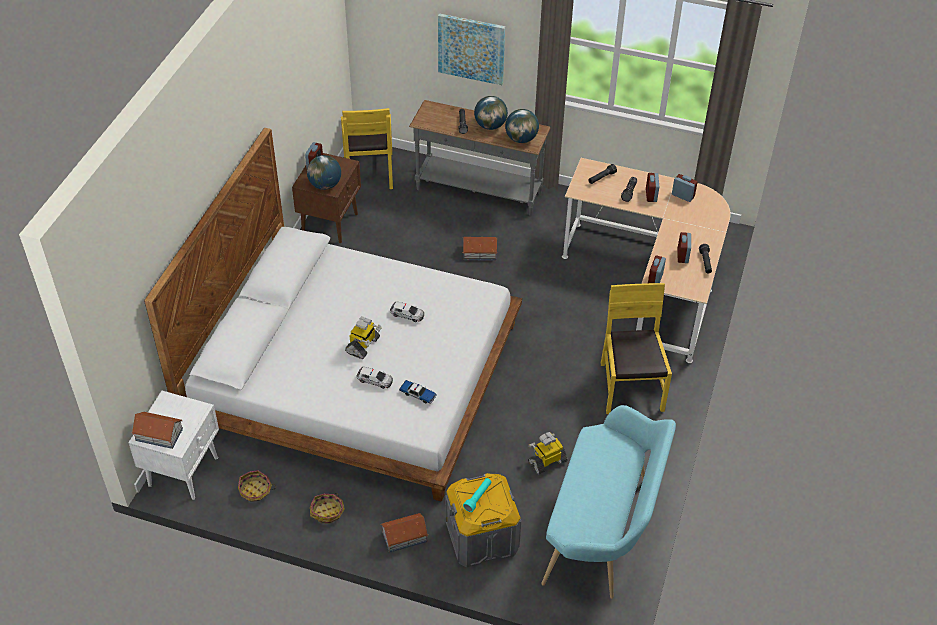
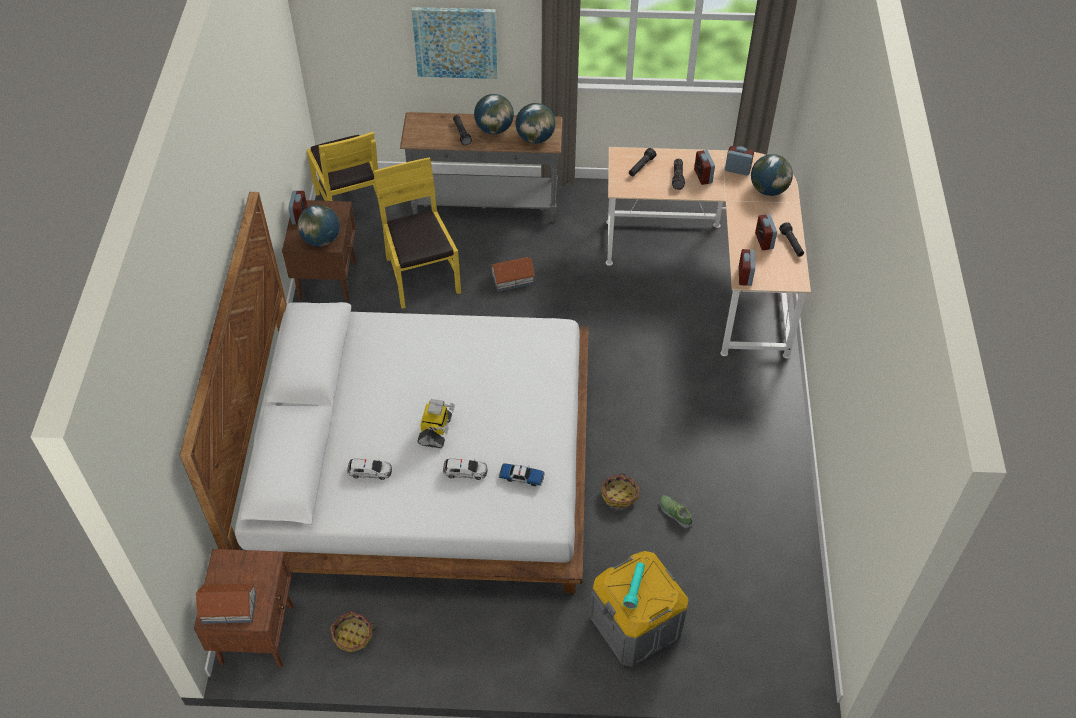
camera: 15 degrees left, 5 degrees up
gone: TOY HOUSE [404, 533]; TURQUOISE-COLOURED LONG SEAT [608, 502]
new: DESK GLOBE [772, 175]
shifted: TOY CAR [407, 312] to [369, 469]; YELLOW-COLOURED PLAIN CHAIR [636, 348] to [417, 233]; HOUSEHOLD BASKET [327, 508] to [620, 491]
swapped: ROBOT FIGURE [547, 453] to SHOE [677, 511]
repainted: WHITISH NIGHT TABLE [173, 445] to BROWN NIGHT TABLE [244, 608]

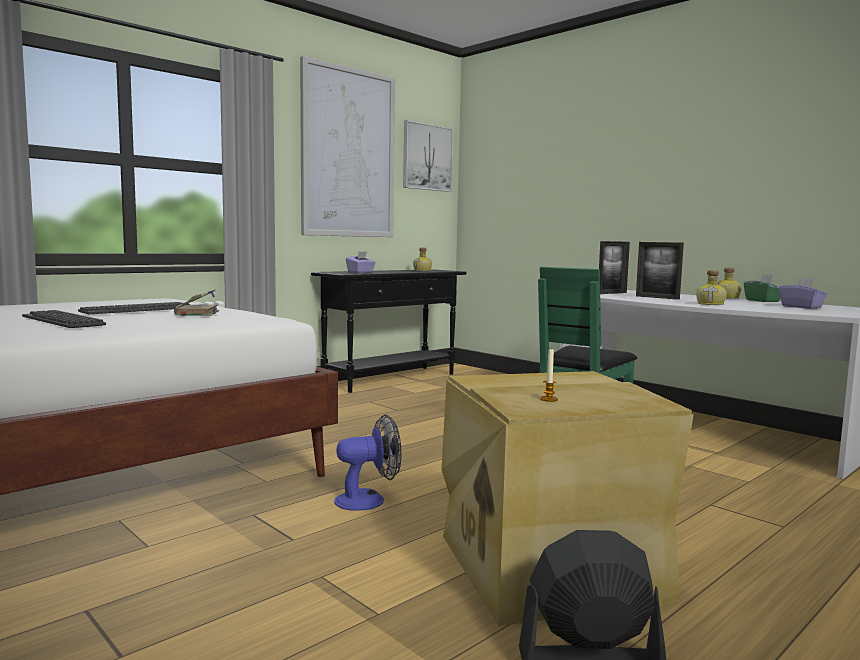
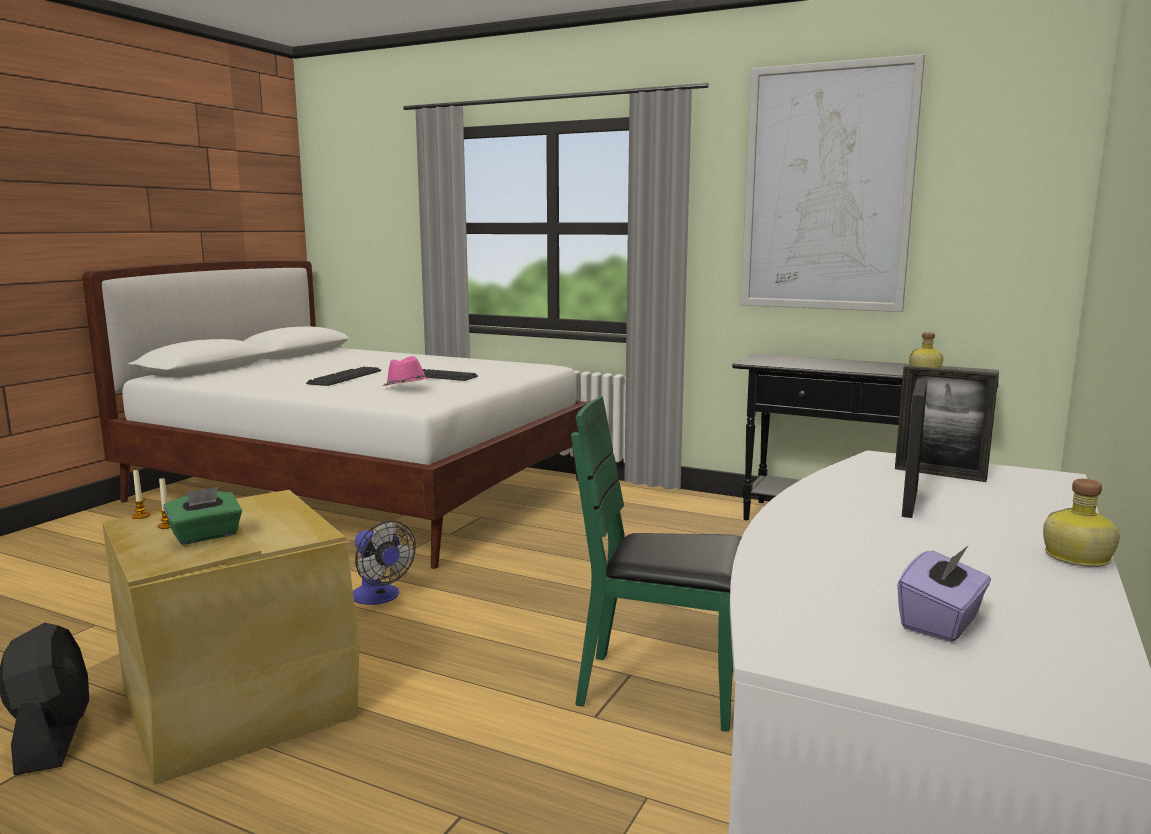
camera: 70 degrees right, 5 degrees up
gone: PURPLISH TISSUE HOLDER [361, 262]; PICTURE [428, 156]; BOTTLE [711, 287]
new: CANDLE [141, 494]
shifted: GREENISH TISSUE HOLDER [762, 288] to [202, 516]
swapped: VOLUME [196, 303] to PINK HAT [406, 371]

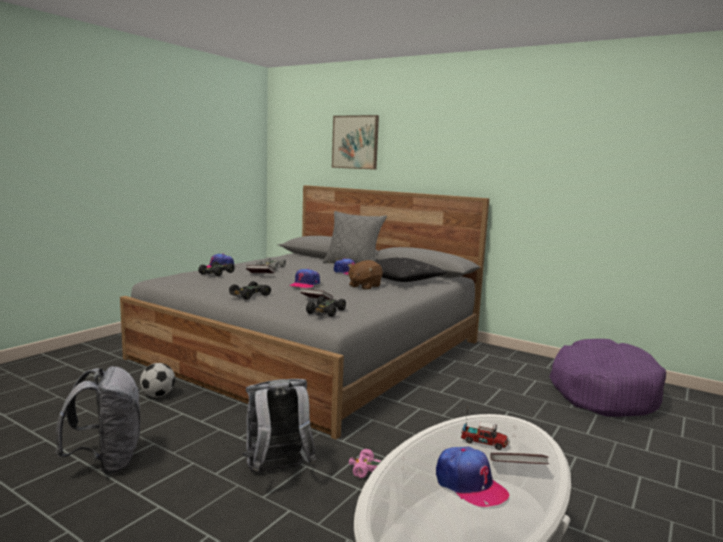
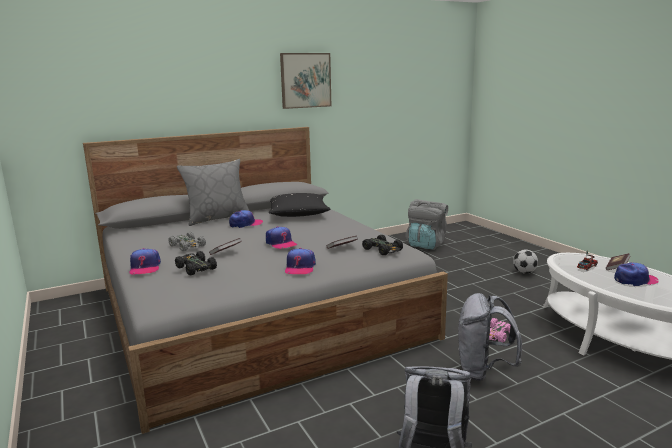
camera: 60 degrees left, 5 degrees up
gone: BROWN CUDDLY TOY [365, 275]
shifted: PICTURE [355, 142] to [305, 81]; FOOTBALL BALL [157, 380] to [525, 262]
swapped: BLACK-COLOURED TOY CAR [250, 290] to CAP [300, 261]; PURPLISH DOG CUSHION [607, 378] to GREYISH BACKPACK [427, 224]

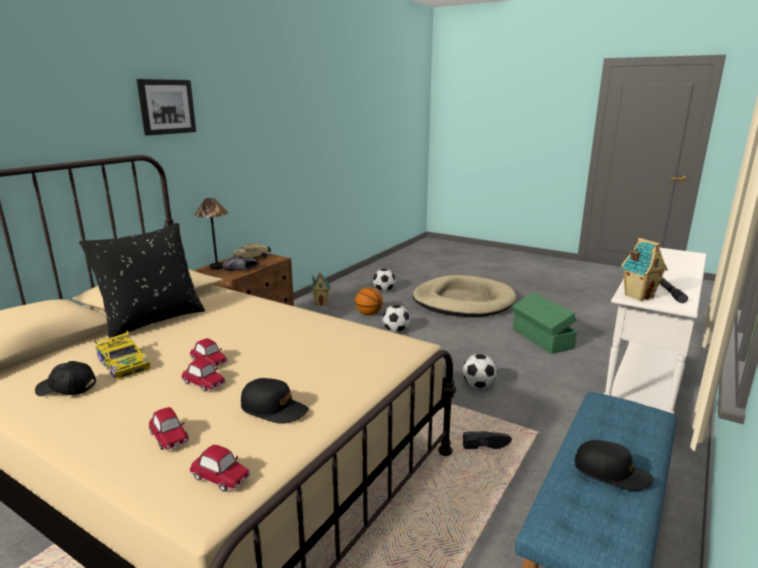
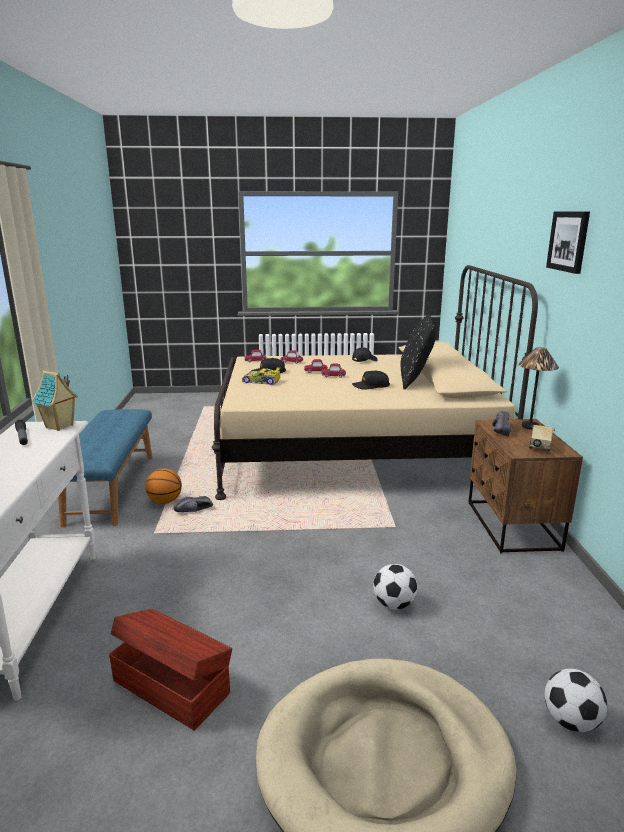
camera: 145 degrees right, 0 degrees up
gone: TOY HOUSE [321, 288]; FOOTBALL BALL [479, 371]
shifted: BASKETBALL [369, 301] to [163, 486]; TOY CAR [122, 355] to [261, 376]; BLACK-COLOURED CAP [614, 465] to [371, 380]
repainted: GREENISH STORAGE CONTAINER [544, 323] to BROWN STORAGE CONTAINER [170, 669]

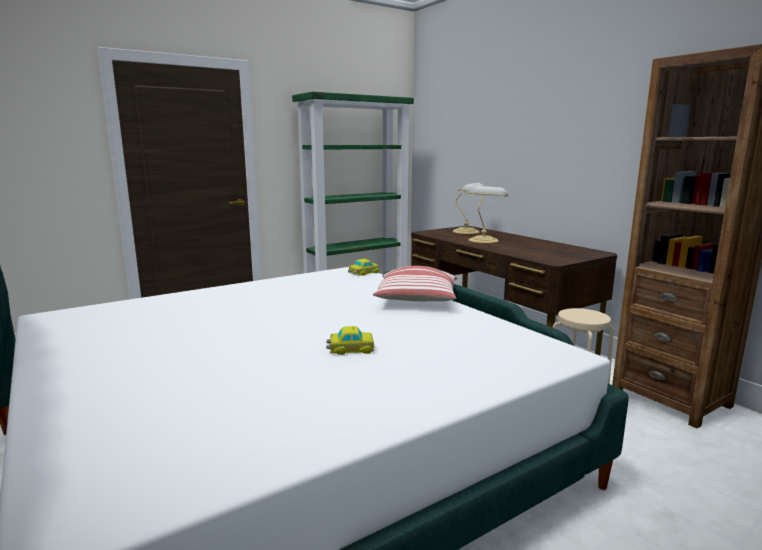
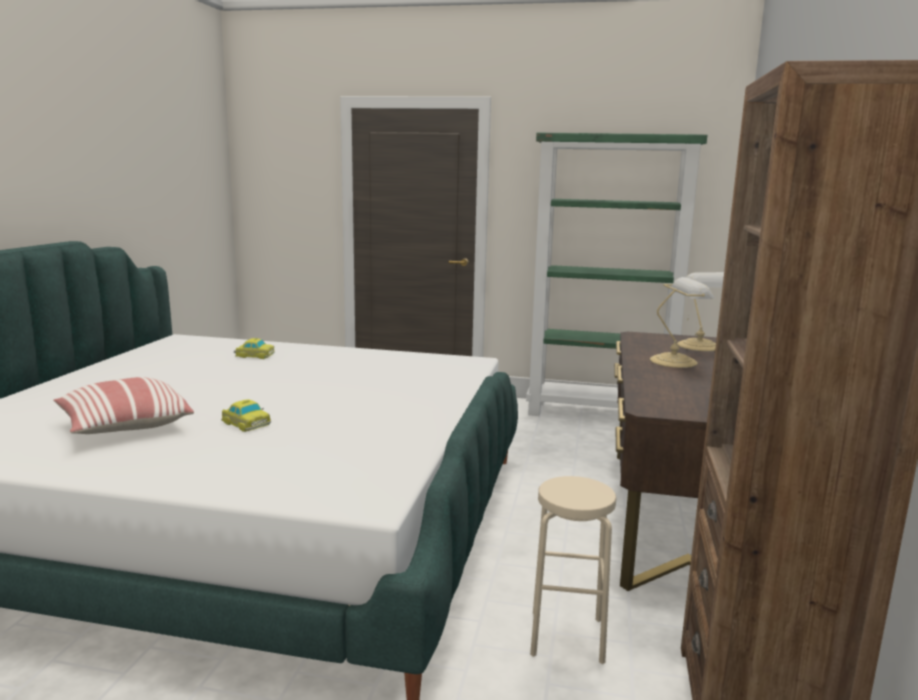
camera: 45 degrees right, 0 degrees up
shifted: PILLOW [415, 283] to [123, 405]; TOY CAR [364, 267] to [254, 348]

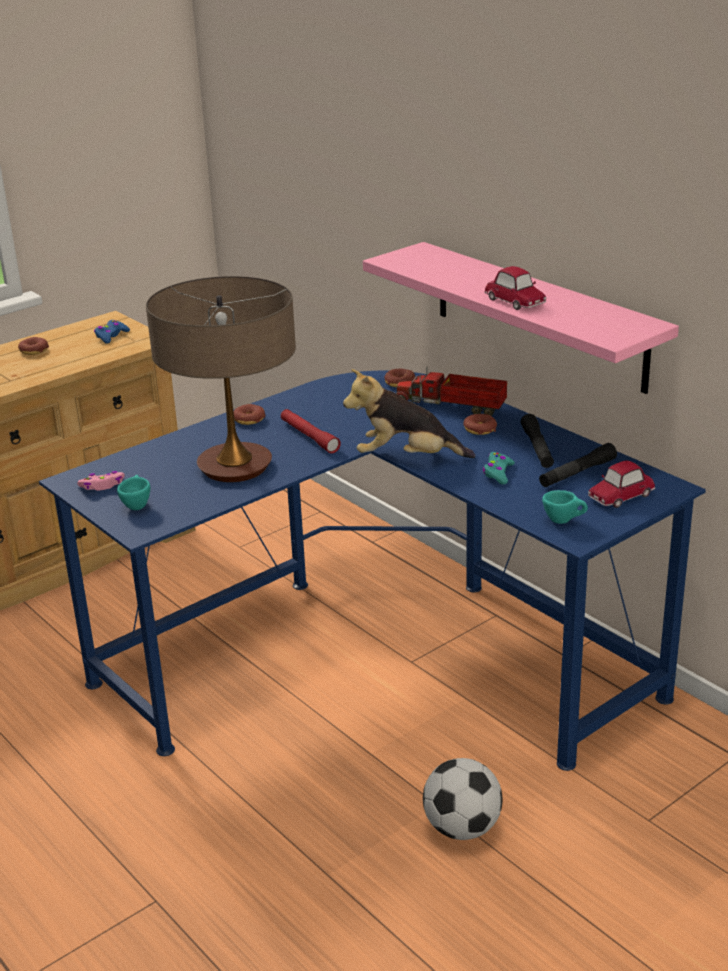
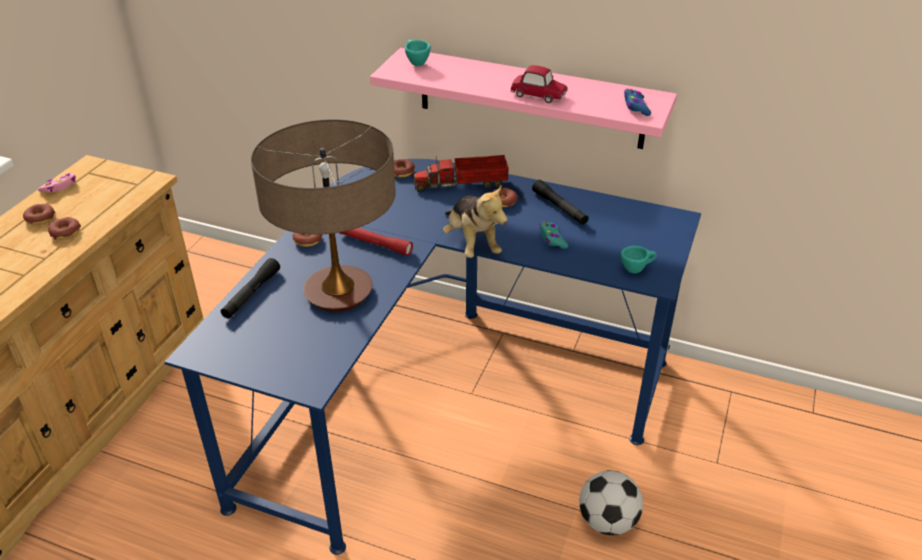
camera: 30 degrees left, 10 degrees up
gone: TOY CAR [621, 484]
new: RING DOUGHNUT [64, 228]
shifted: PINK GAMEPAD [101, 481] to [57, 183]; BLACK-COLOURED HAND TORCH [578, 465] to [250, 288]; TURQUOISE-COLOURED CUP [133, 492] to [418, 53]; BLUE GAMEPAD [112, 332] to [637, 102]
rotated: CUDDLY TOY [409, 413] = [475, 221] 90 degrees counterclockwise

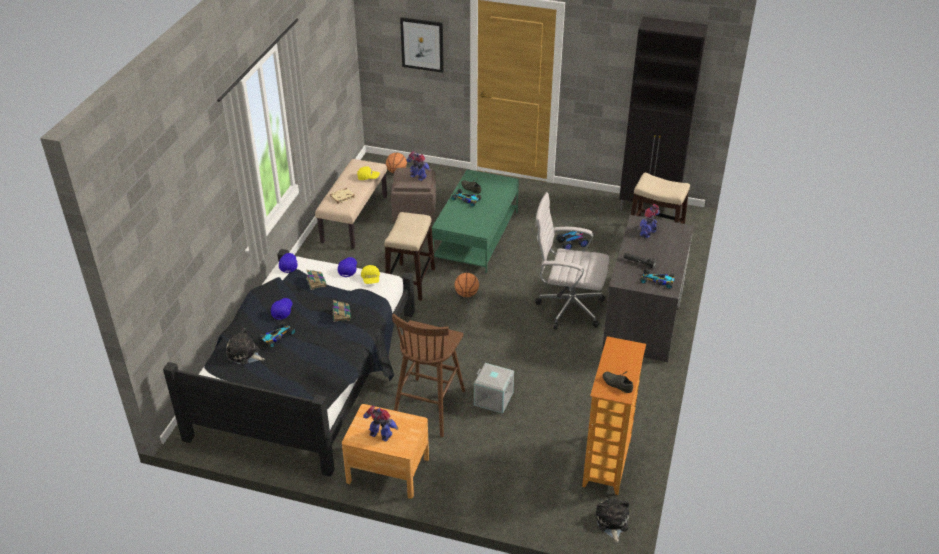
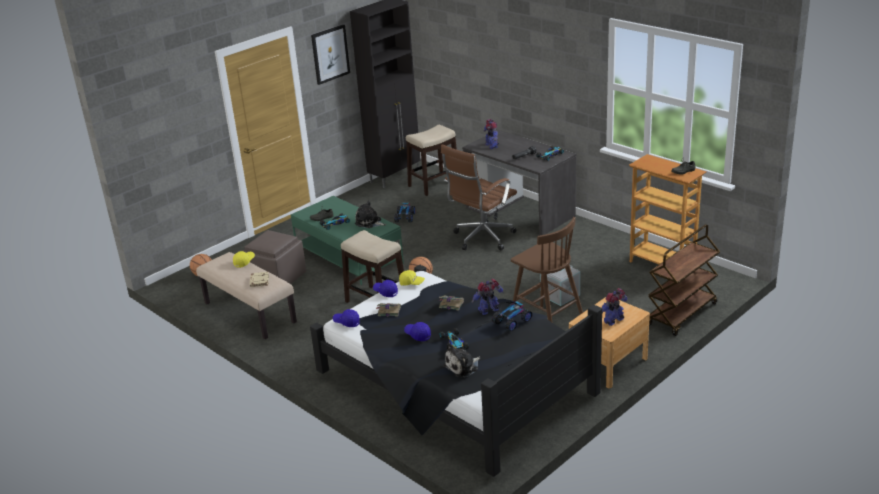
camera: 60 degrees left, 10 degrees down
new: TOY CAR [512, 316]; BROWN TROLLEY [684, 280]
shifted: PICTURE [422, 45] to [330, 54]; CUDDLY TOY [612, 521] to [370, 214]; ROBOT FIGURE [419, 166] to [488, 297]
repainted: WHITISH COMPUTER CHAIR [572, 261] to BROWN COMPUTER CHAIR [479, 197]

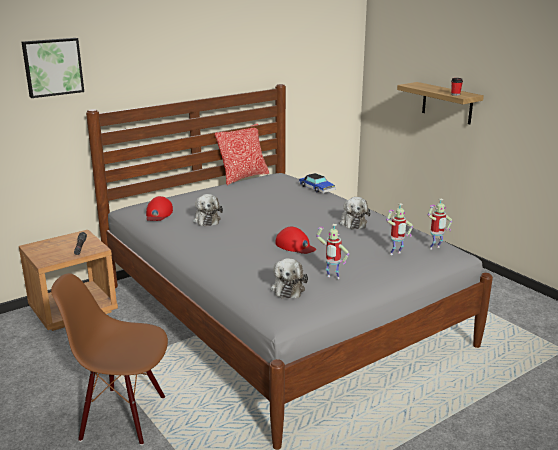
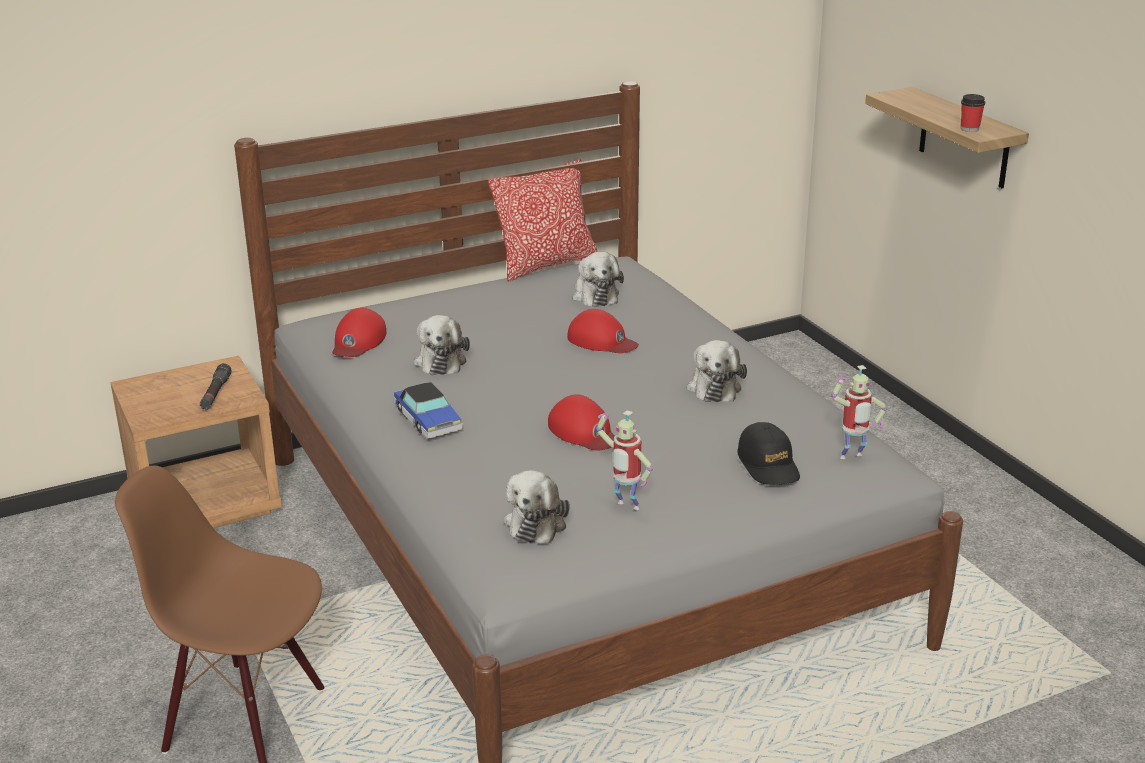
camera: 10 degrees right, 5 degrees up
gone: PICTURE [52, 68]
new: RED CAP [603, 331]; CUDDLY TOY [598, 279]
shifted: TOY CAR [317, 183] to [428, 410]
swapped: ROBOT FIGURE [399, 229] to BLACK-COLOURED CAP [768, 453]

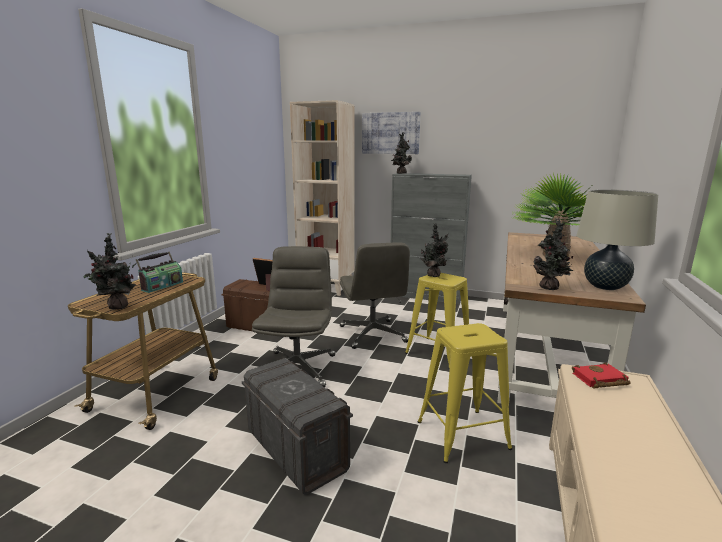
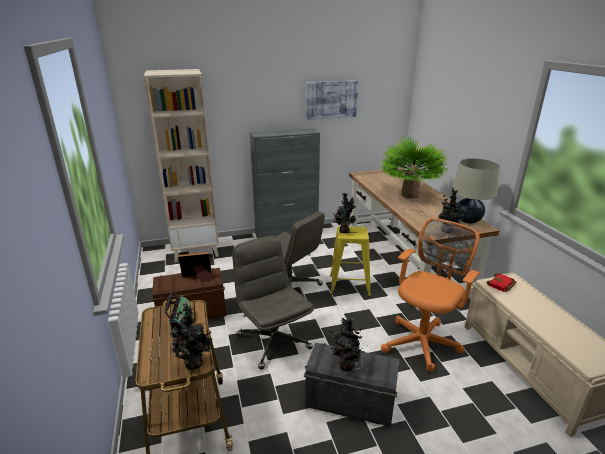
camera: 35 degrees left, 10 degrees up
shifted: PICTURE [391, 133] to [332, 100]; HOUSEPLANT [401, 153] to [348, 344]
swapped: YELLOW-COLOURED STOOL [465, 393] to ORANGE-COLOURED COMPUTER CHAIR [430, 295]

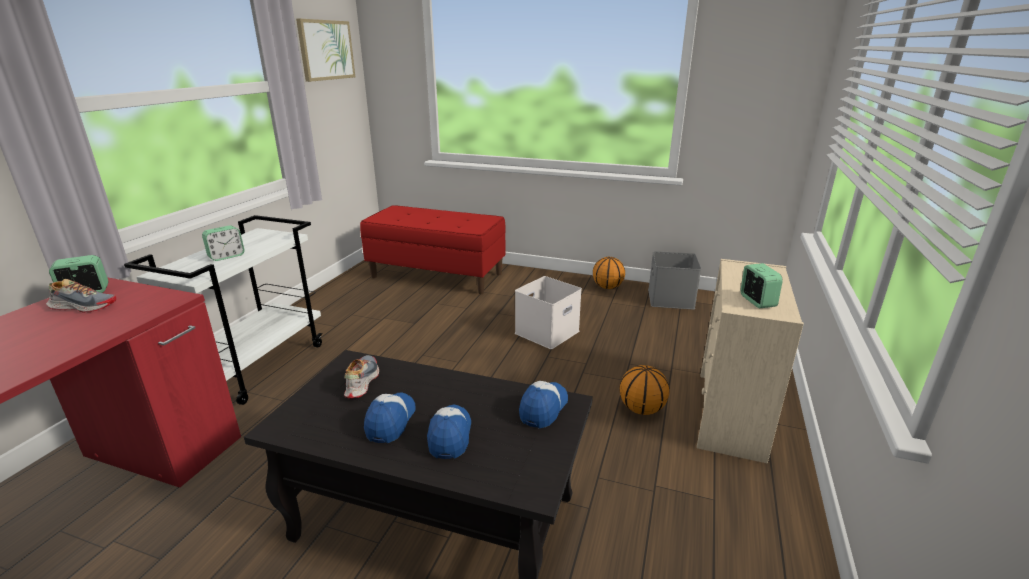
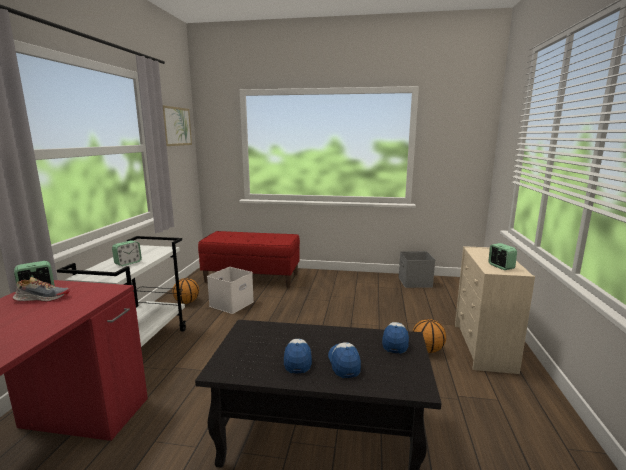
camera: 10 degrees left, 10 degrees down
gone: SHOE [361, 376]
shifted: BASKETBALL [609, 273] to [185, 291]; WHITISH STORAGE CONTAINER [548, 312] to [230, 290]

